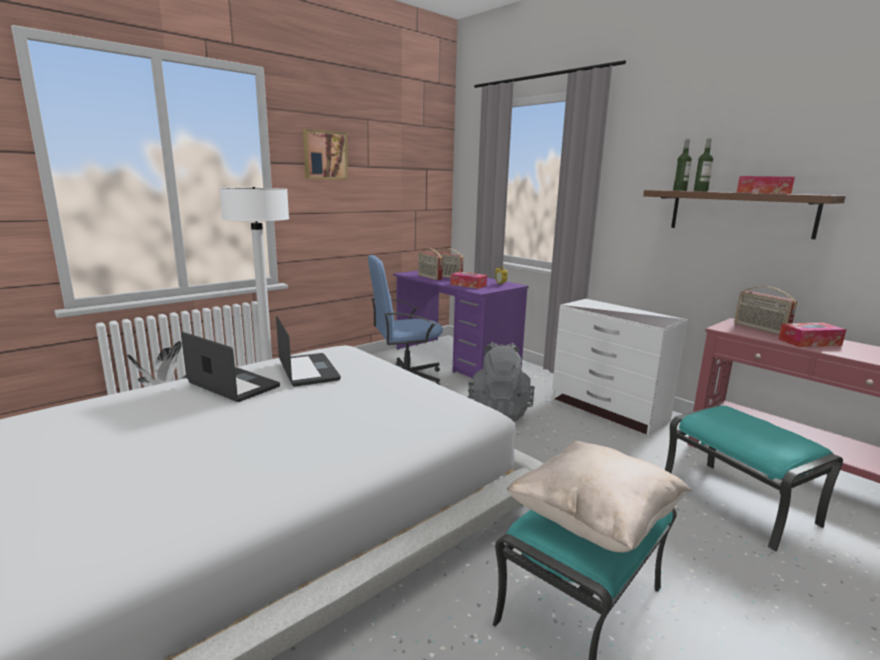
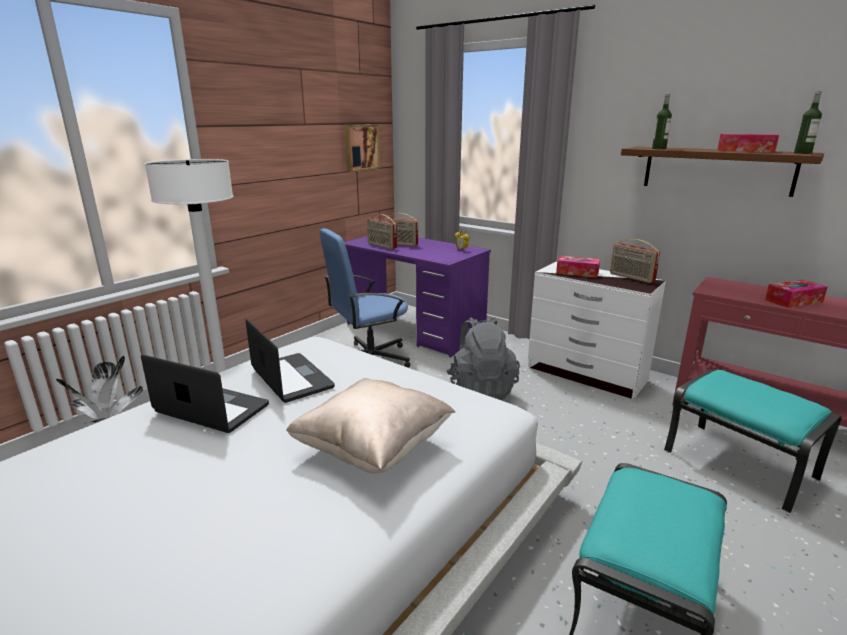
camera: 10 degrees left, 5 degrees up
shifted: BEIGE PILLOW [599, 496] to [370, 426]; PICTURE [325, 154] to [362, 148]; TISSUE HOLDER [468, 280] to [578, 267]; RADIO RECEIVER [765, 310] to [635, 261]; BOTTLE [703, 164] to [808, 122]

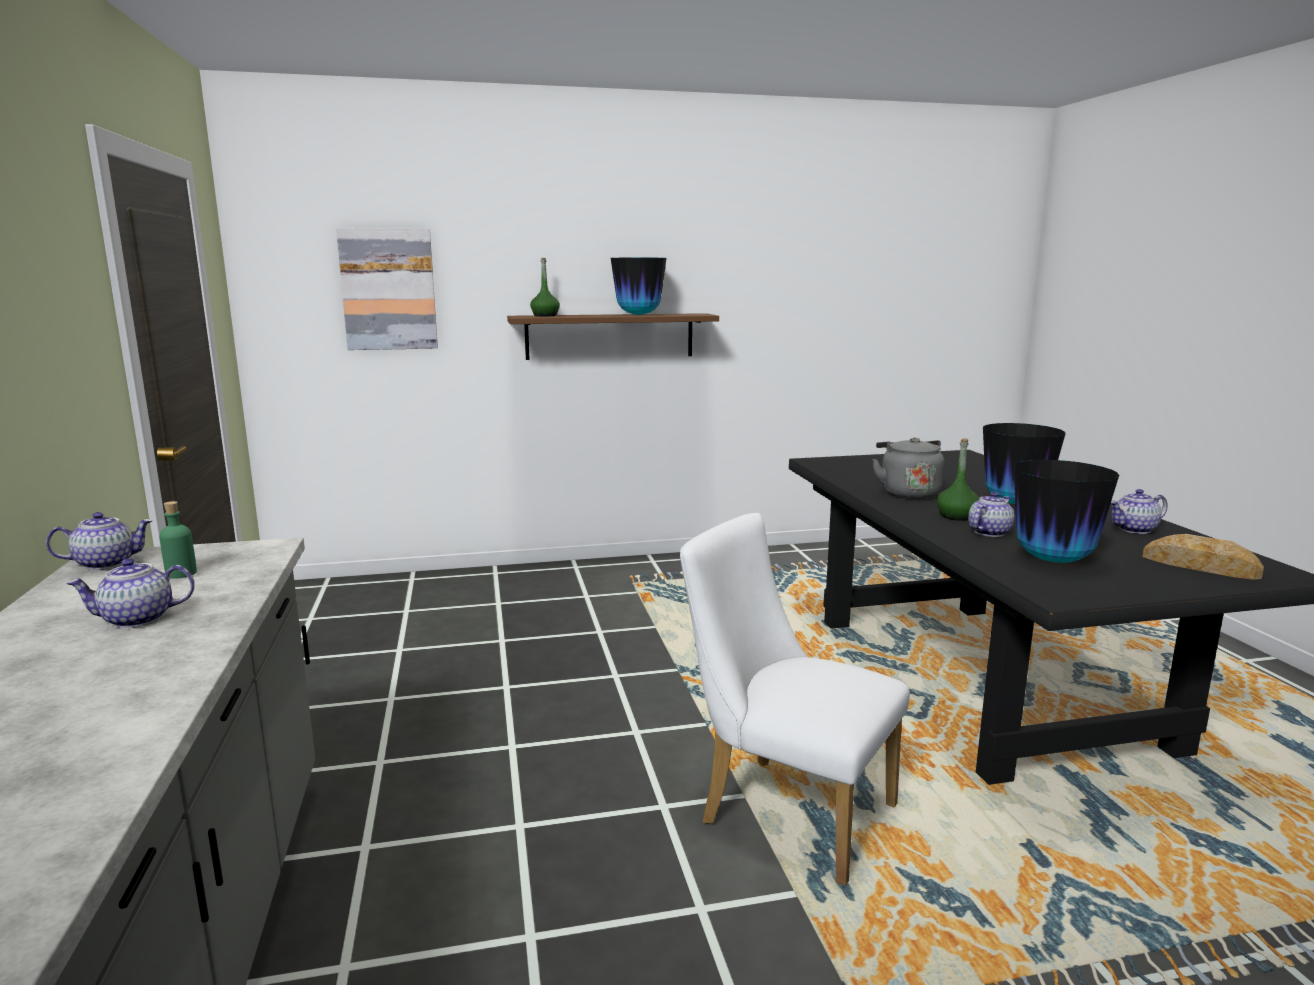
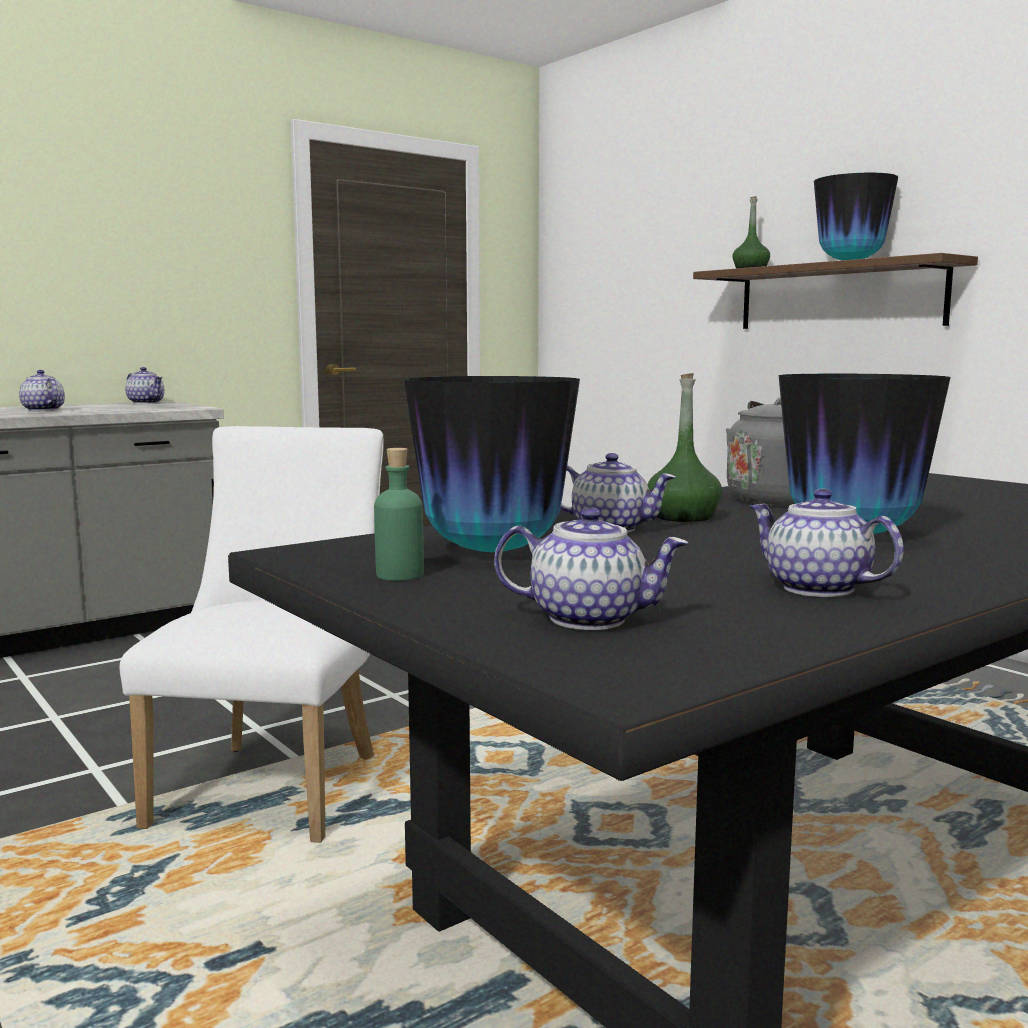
camera: 65 degrees right, 5 degrees down
gone: PICTURE [387, 289]
shifted: GREENISH BOTTLE [178, 540] to [399, 514]
swapped: BREAD [1203, 557] to POT FOR TEA [591, 568]

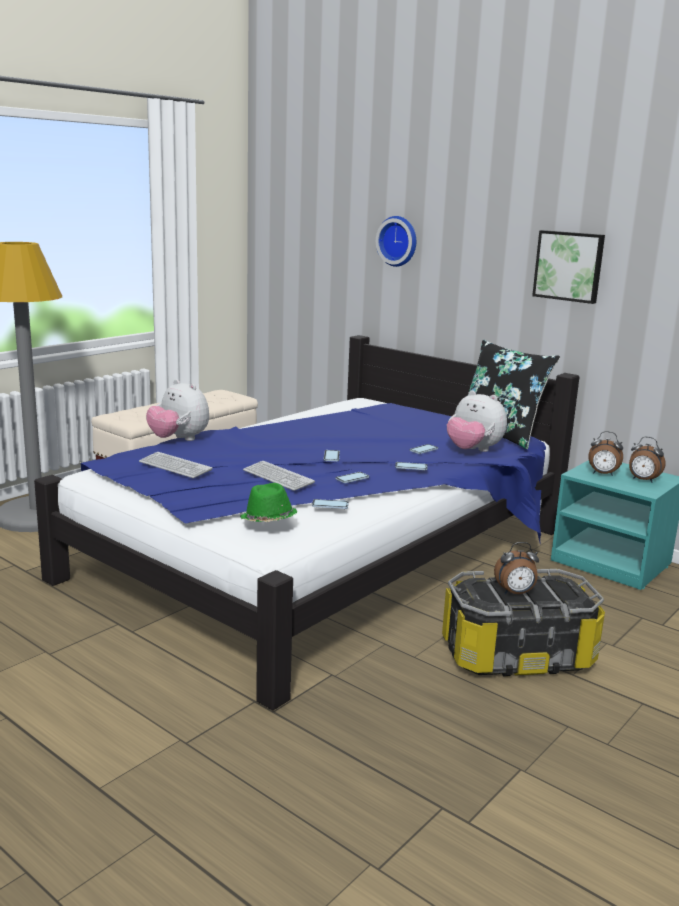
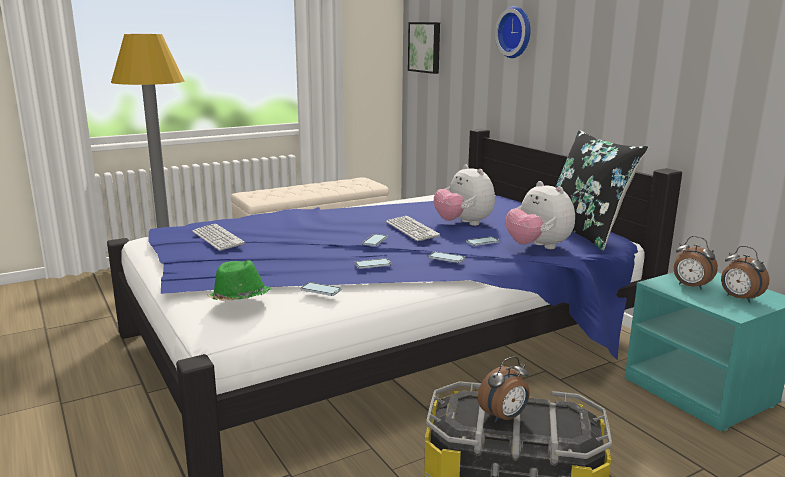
camera: 20 degrees right, 0 degrees up
shifted: PC KEYBOARD [279, 476] to [413, 228]; PICTURE [568, 267] to [424, 48]; CUDDLY TOY [177, 410] to [464, 195]
rotated: TABLE CLOCK [516, 568] = [503, 390] 45 degrees counterclockwise

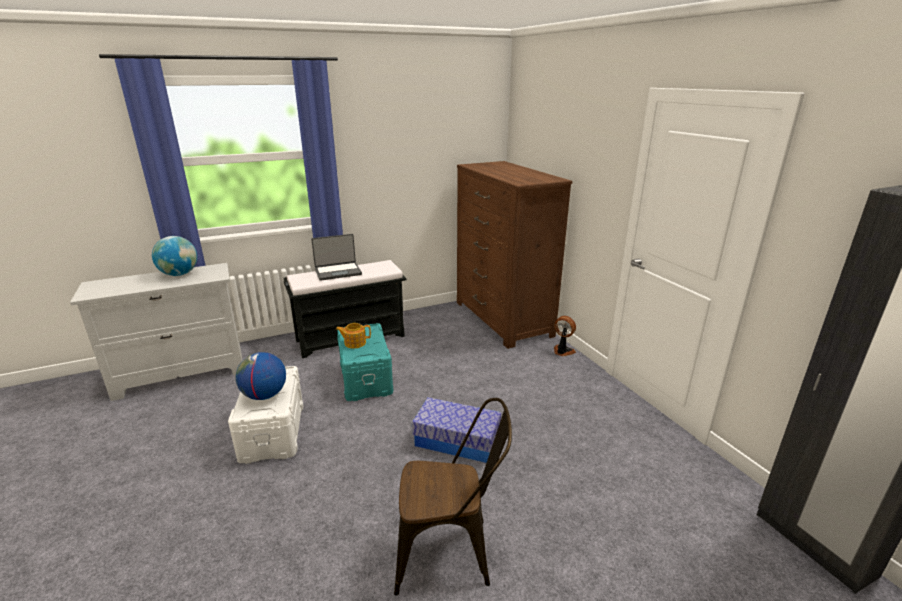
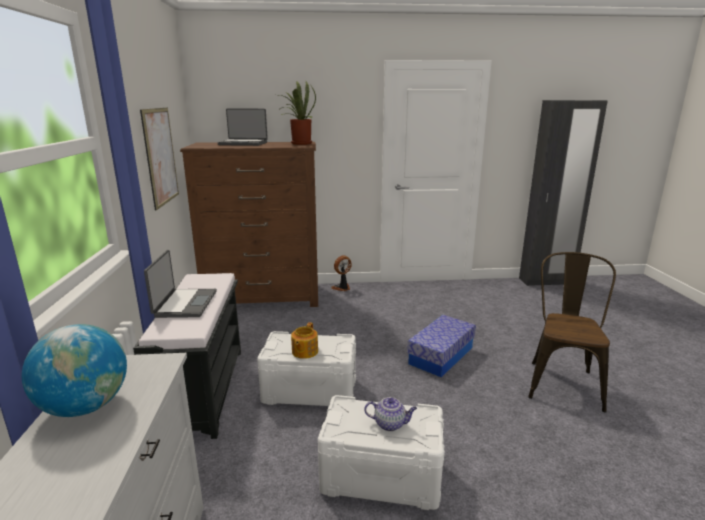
camera: 70 degrees left, 5 degrees down
new: PICTURE [159, 159]; LAPTOP [243, 127]; HOUSEPLANT [297, 113]
swapped: DESK GLOBE [260, 376] to POT FOR TEA [390, 414]
repainted: TURQUOISE-COLOURED STORAGE CONTAINER [365, 362] to WHITISH STORAGE CONTAINER [306, 368]

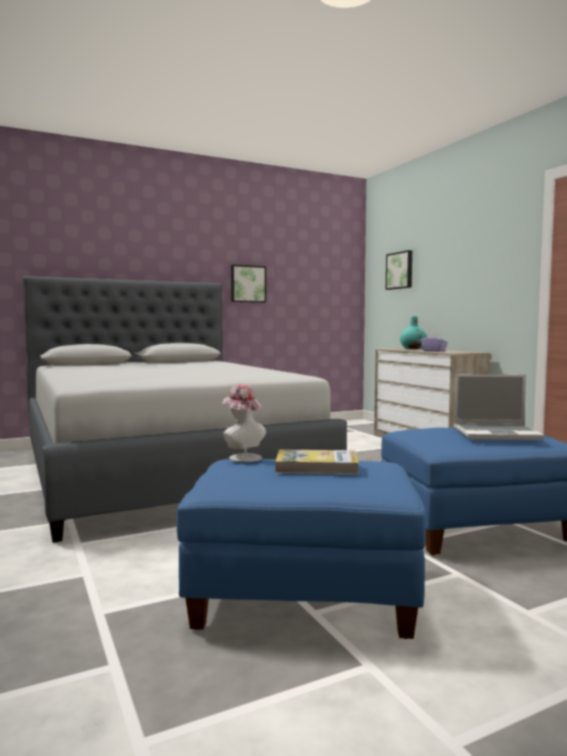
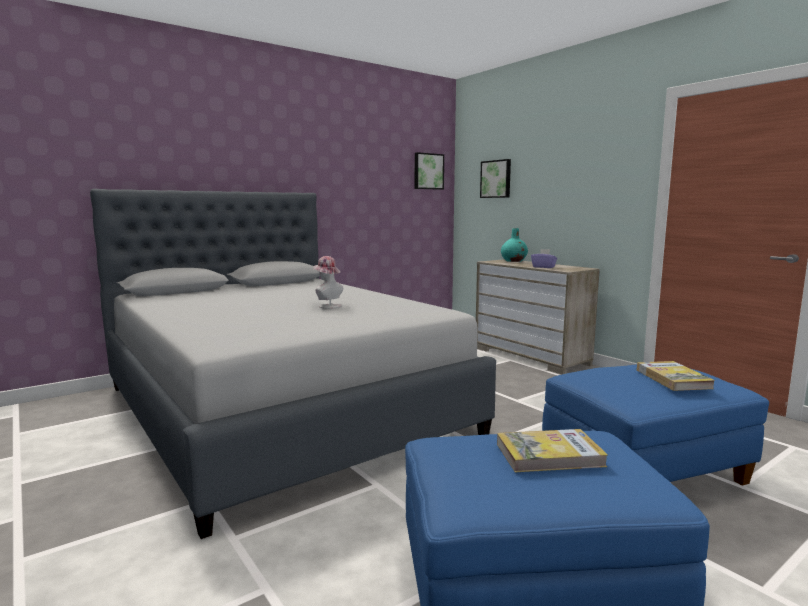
camera: 10 degrees left, 5 degrees up
shifted: HAT [244, 423] to [328, 282]; PICTURE [248, 284] to [429, 171]
swapped: LAPTOP [499, 407] to VOLUME [676, 376]

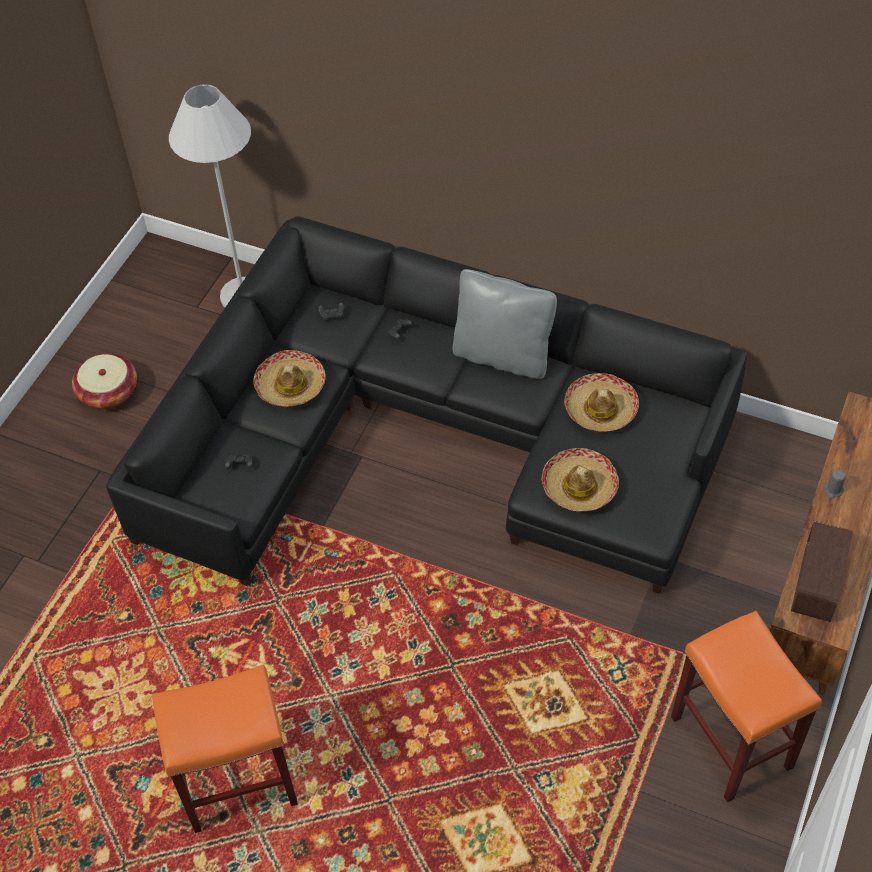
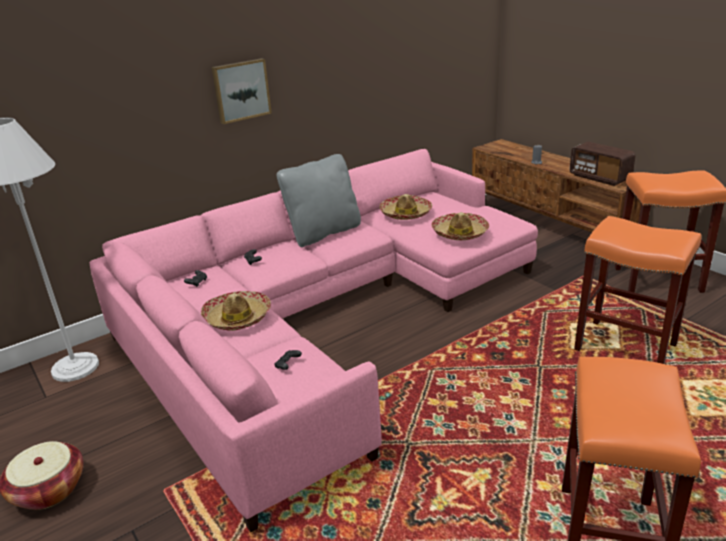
camera: 60 degrees left, 25 degrees down
new: PICTURE [242, 91]; ORANGE-COLOURED STOOL [637, 290]
repainted: BLACK-COLOURED COUCH [426, 405] to PINK COUCH [314, 340]

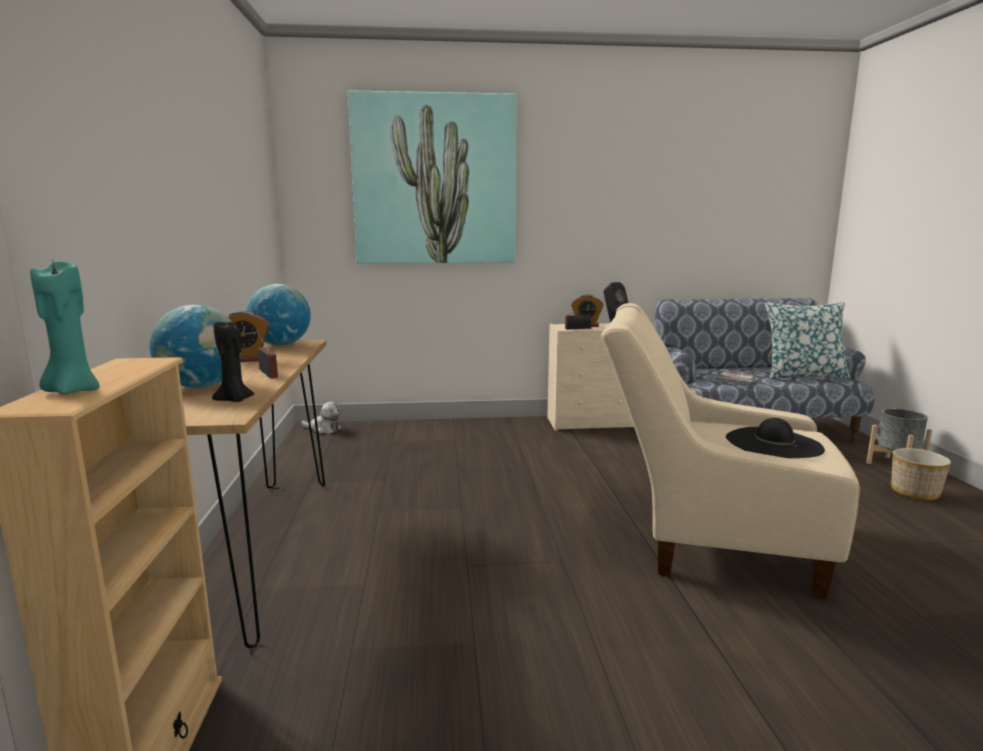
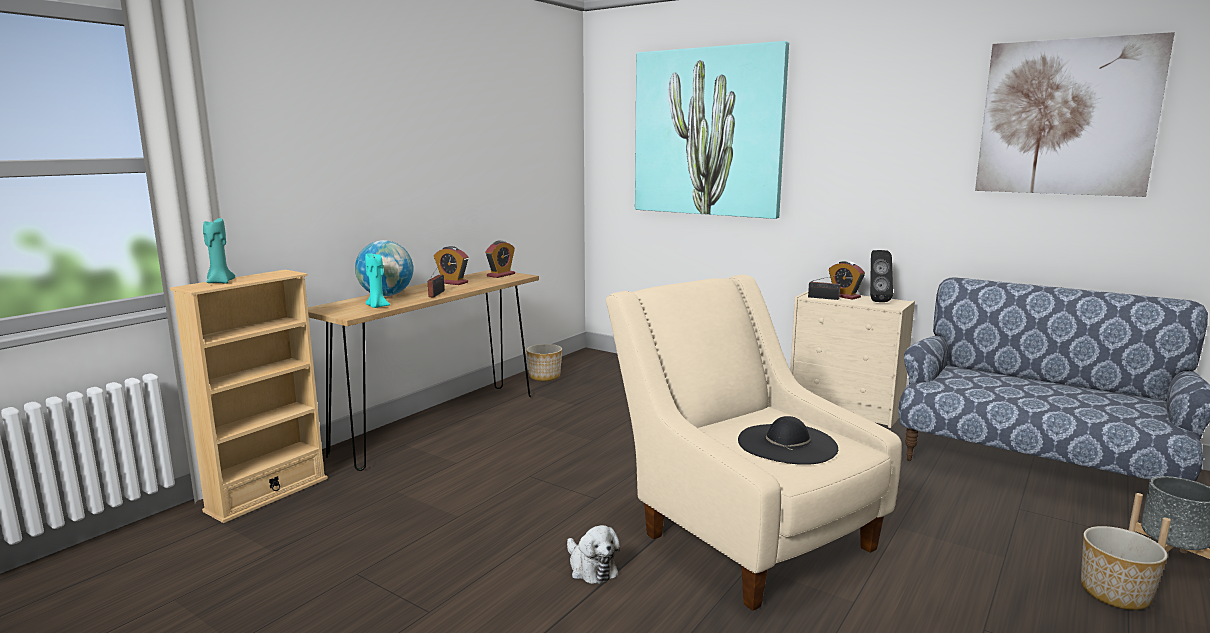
camera: 40 degrees right, 0 degrees up
gone: VOLUME [735, 377]; PILLOW [808, 340]
new: PLANT POT [544, 362]; PICTURE [1075, 114]
shifted: CUDDLY TOY [321, 418] to [593, 554]
swapped: DESK GLOBE [278, 314] to TABLE CLOCK [500, 259]
repainted: BLACK-COLOURED CANDLE [233, 361] to TURQUOISE-COLOURED CANDLE [377, 280]

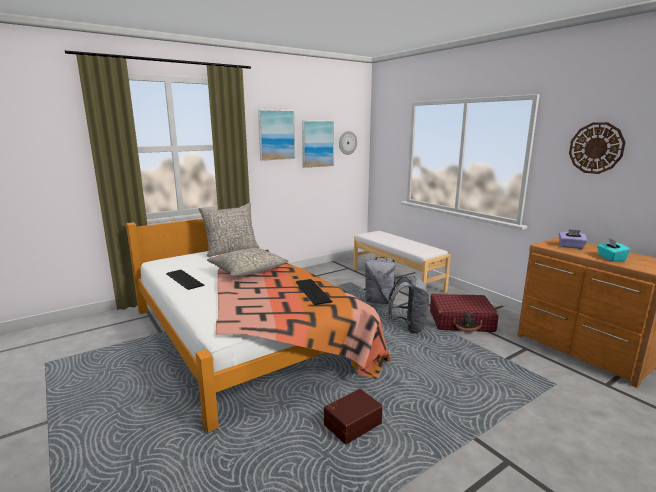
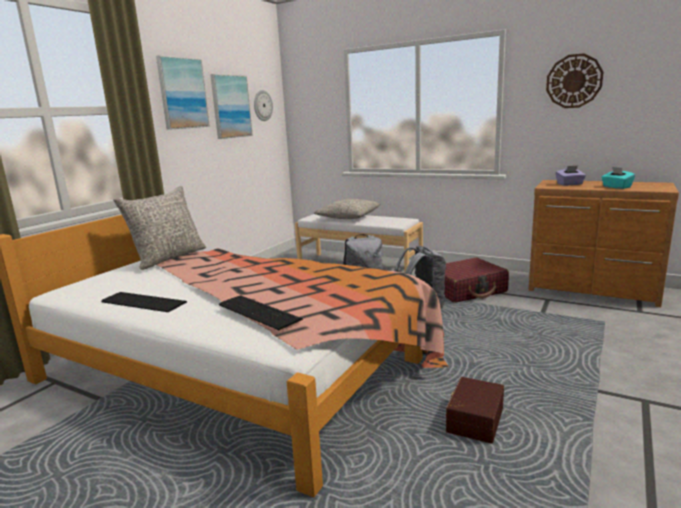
camera: 25 degrees left, 0 degrees up
shifted: PC KEYBOARD [314, 292] to [261, 312]; GREYISH PILLOW [247, 262] to [347, 209]

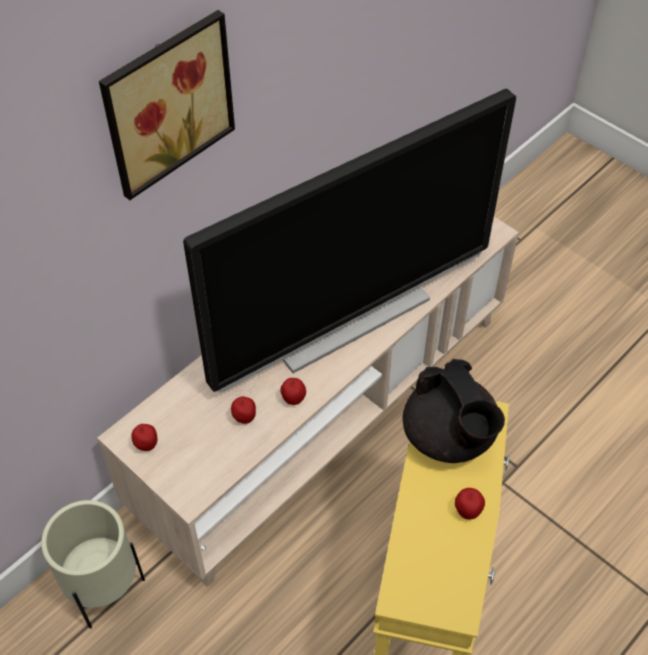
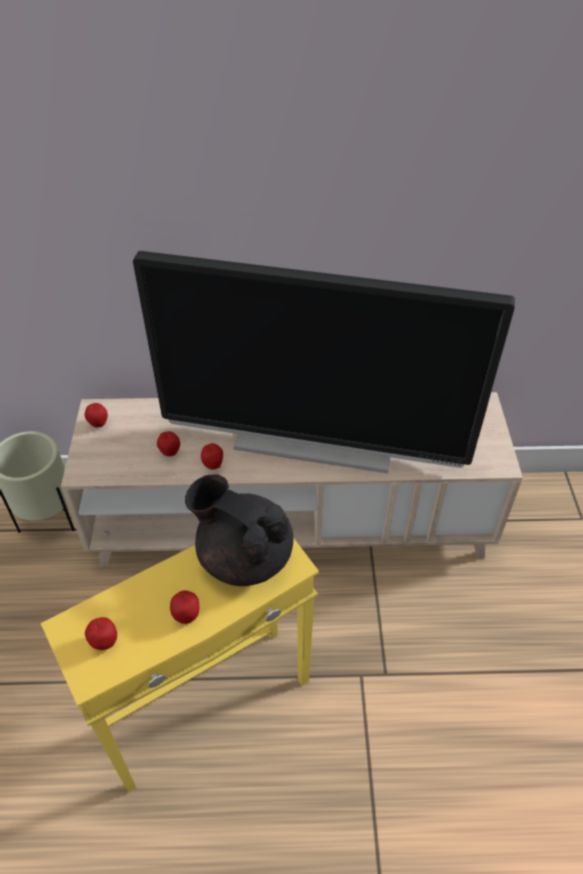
camera: 45 degrees right, 5 degrees down
gone: PICTURE [167, 105]
new: WHOLE APPLE [101, 633]
rotated: BLACK-COLOURED POT FOR TEA [454, 411] = [239, 530] 105 degrees clockwise

